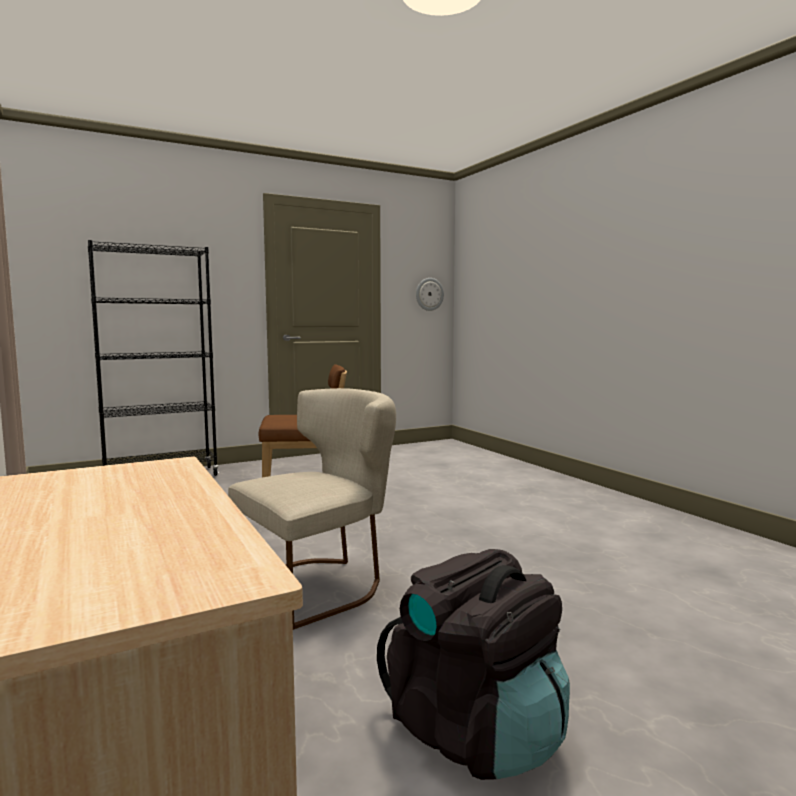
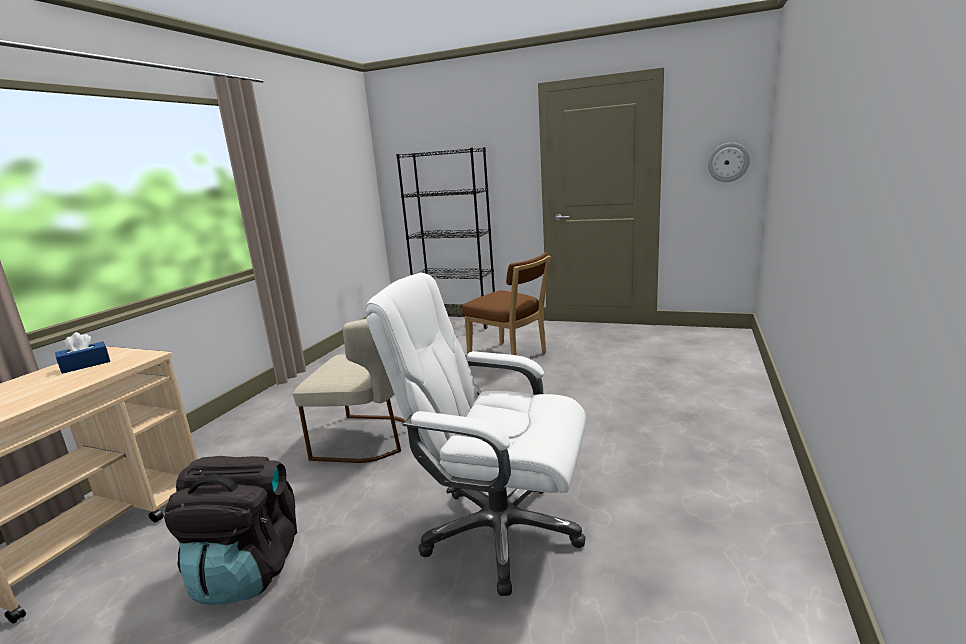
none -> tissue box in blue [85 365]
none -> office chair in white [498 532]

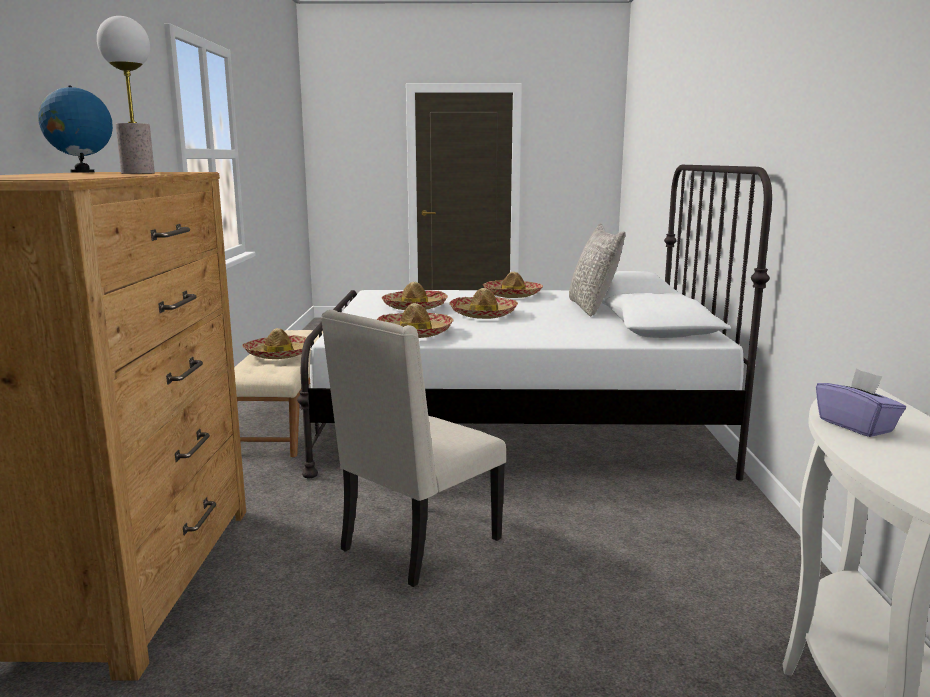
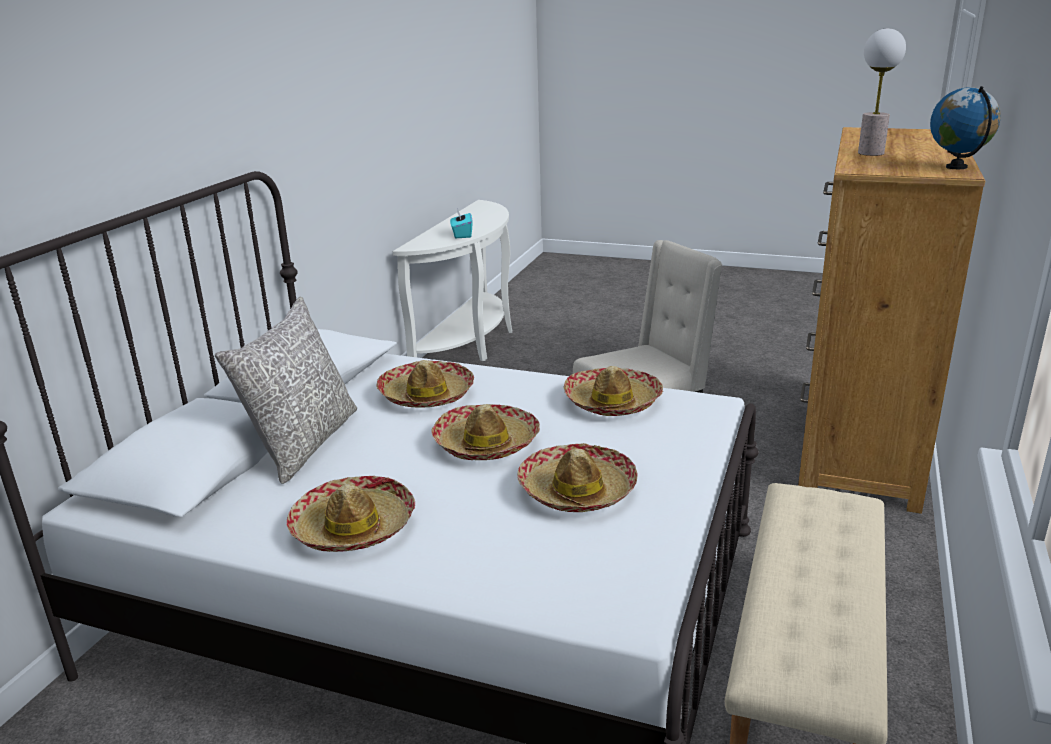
hat [279 354] -> hat [426 395], relocated
tissue box in purple [856 426] -> tissue box in turquoise [462 235]

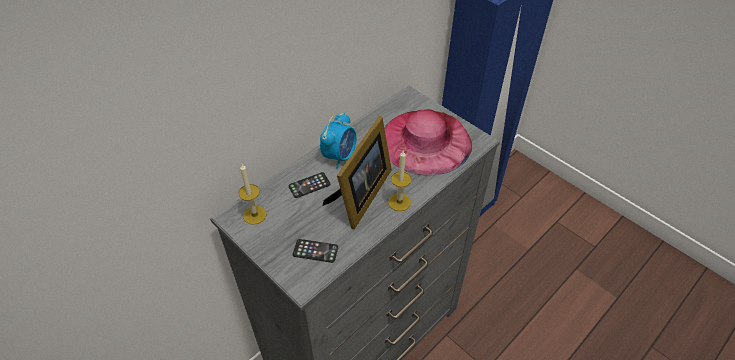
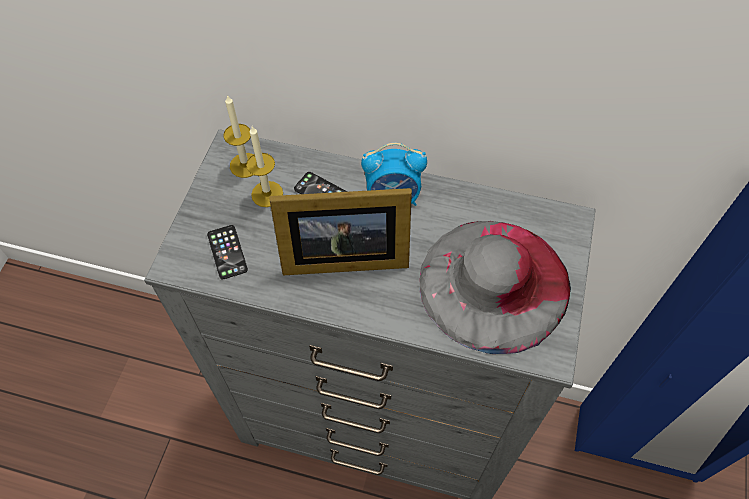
hat in pink [425 141] -> hat in grey [494 283]
candle [399 202] -> candle [267 194], relocated

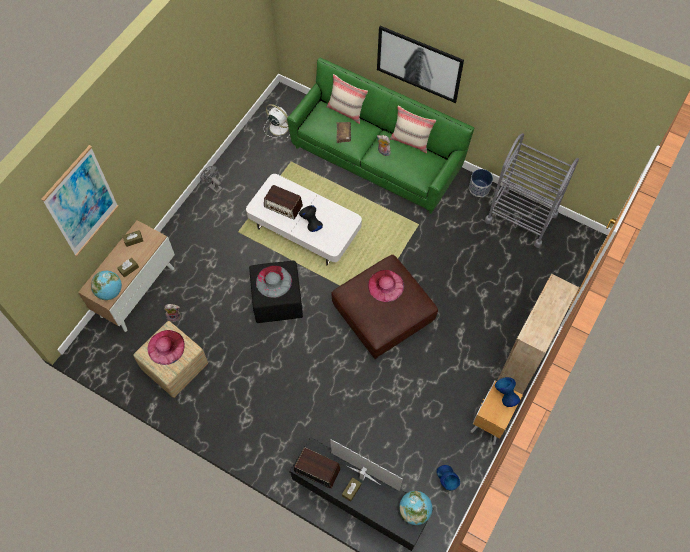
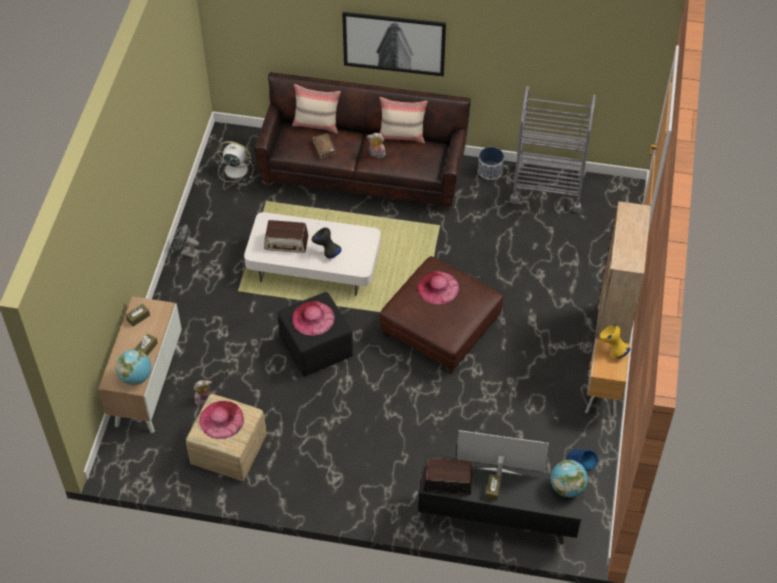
picture [81 202] -> none
hat in grey [273 281] -> hat in pink [313 318]
sofa in green [376 160] -> sofa in brown [363 173]
vase in blue [505 397] -> vase in yellow [612 351]

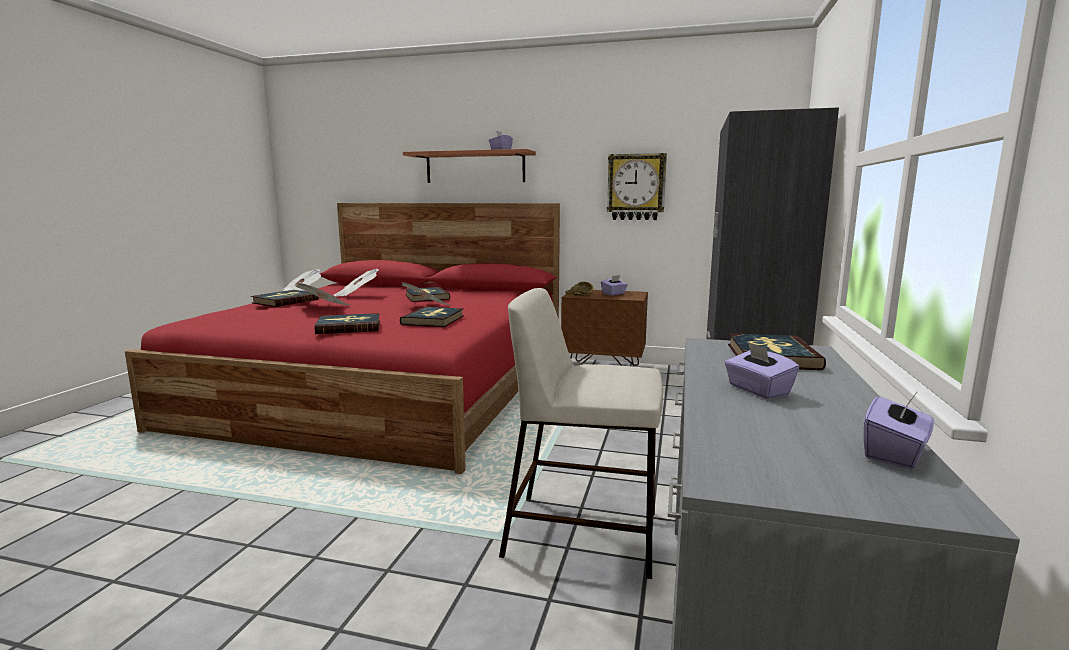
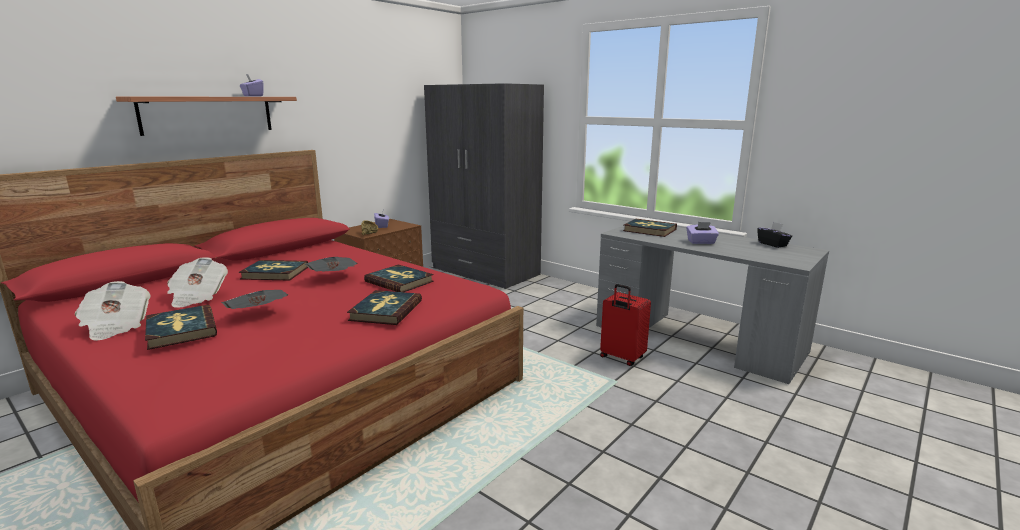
stool in beige [584 533] -> suitcase in red [621 358]
wall clock [636 187] -> none
tissue box in purple [895 453] -> tissue box in black [772 244]

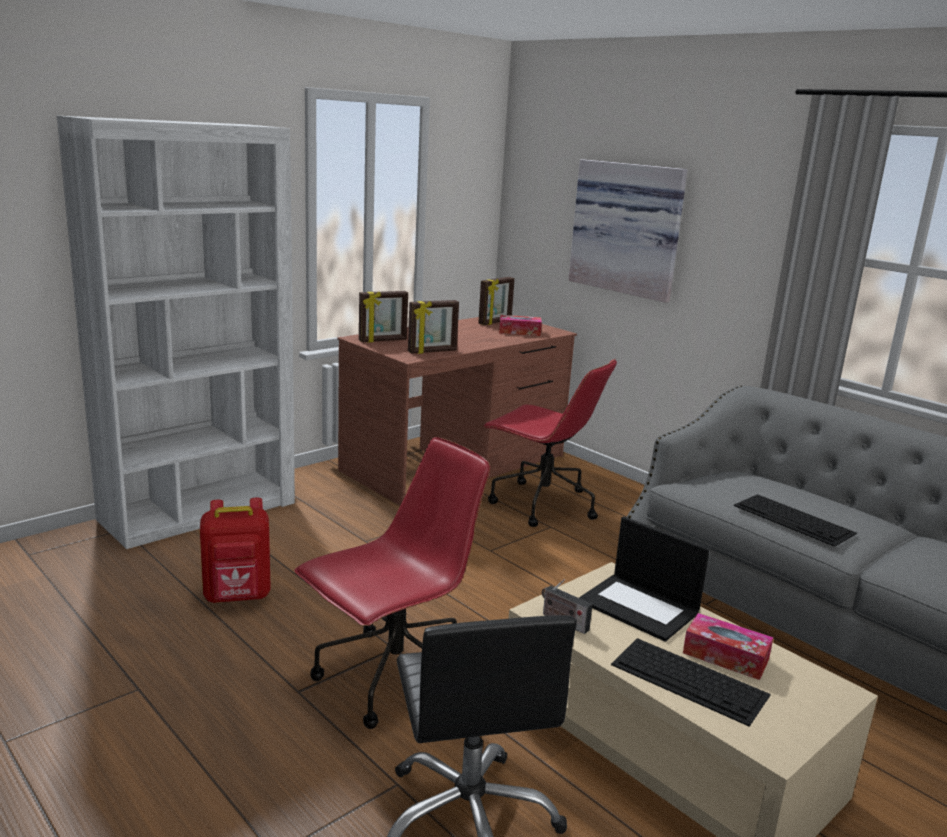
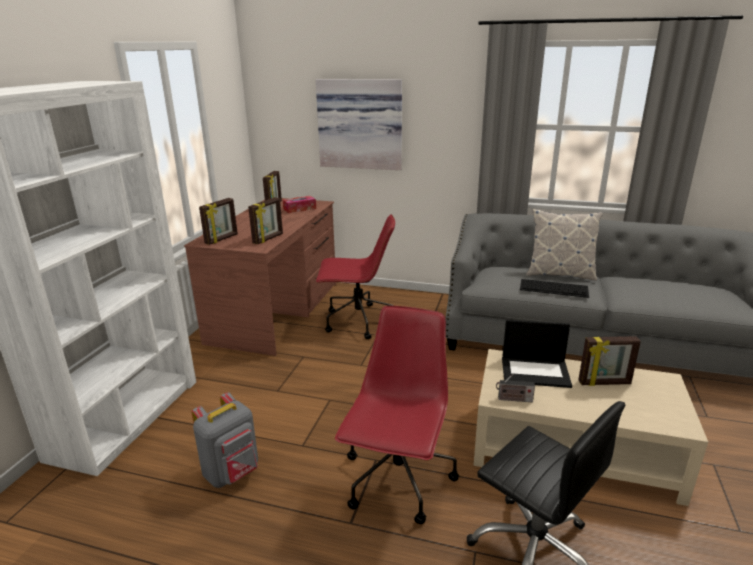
backpack in red [238 596] -> backpack in grey [232 473]
keyboard [690 680] -> none
tissue box [725 656] -> picture frame [604 383]
none -> pillow [559 274]

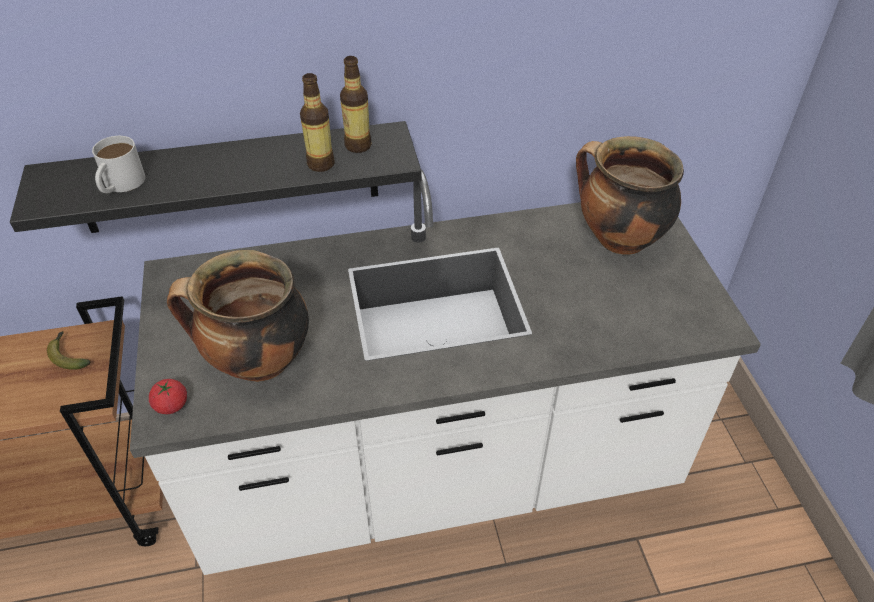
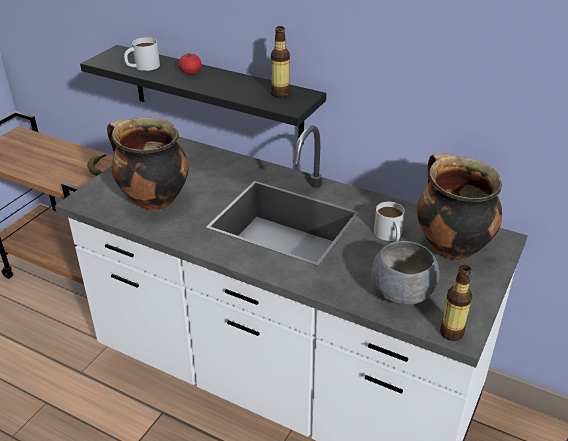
tomato [171 405] -> tomato [190 72], relocated
bottle [321 164] -> bottle [451 333], relocated
none -> bowl in grey [402 292]
none -> mug in white [389 235]

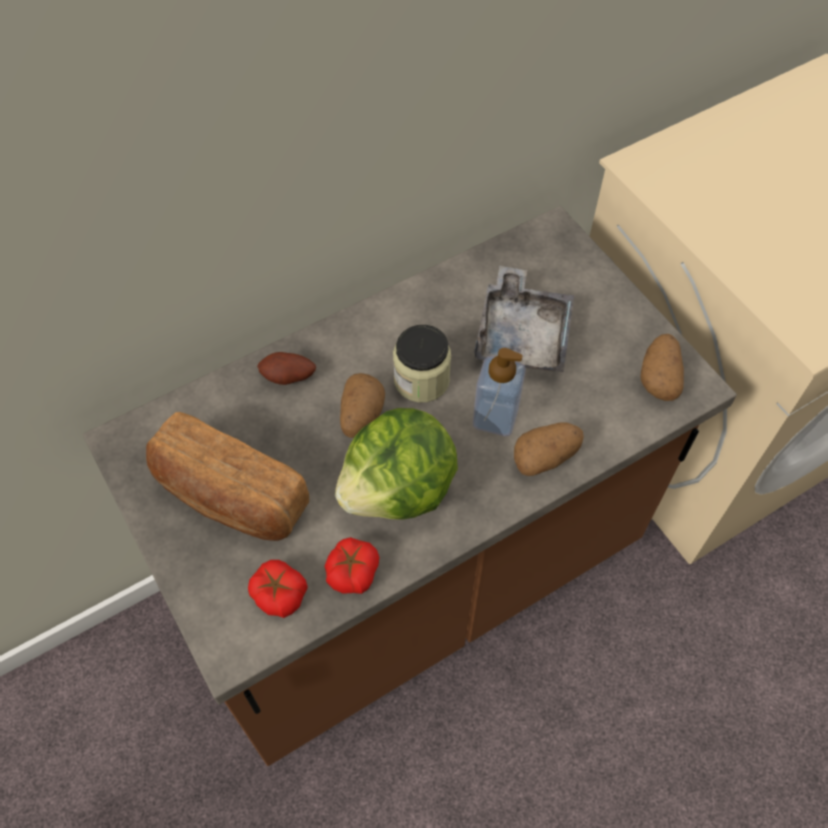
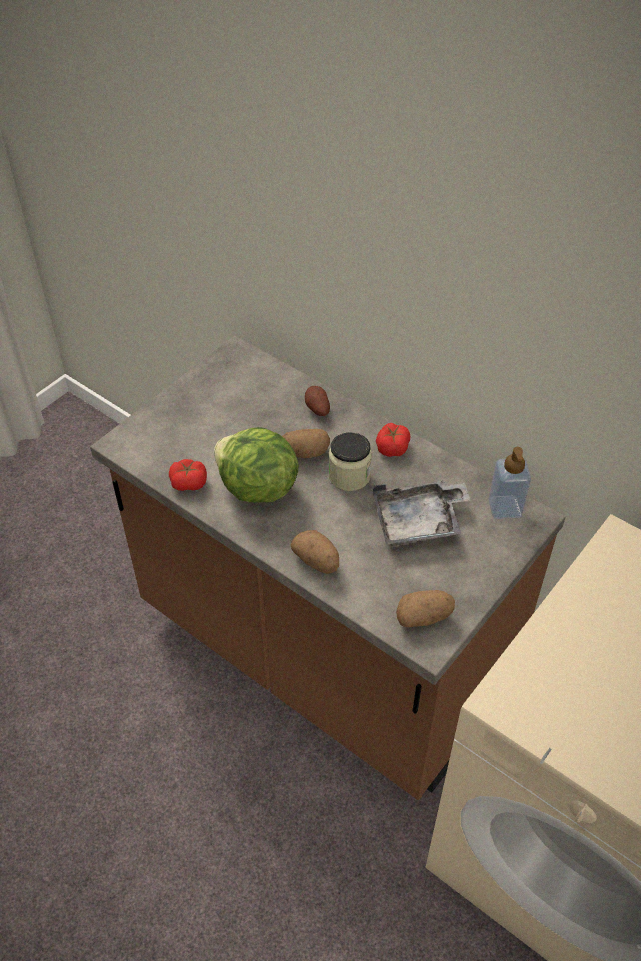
bread [230 495] -> none
tomato [279 594] -> tomato [392 447], relocated
soap dispenser [495 417] -> soap dispenser [505 508], relocated

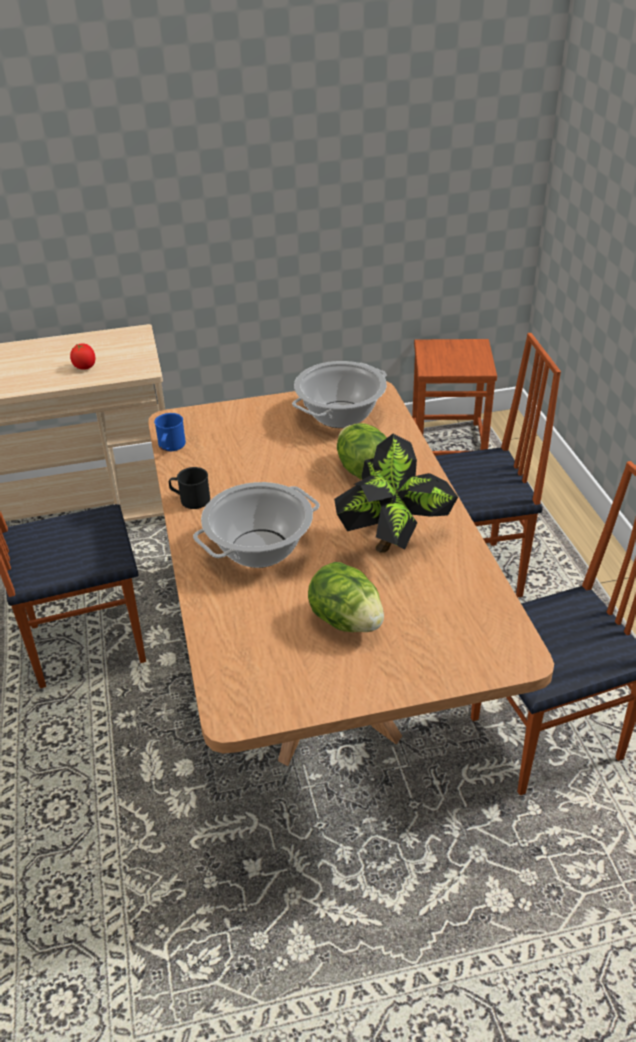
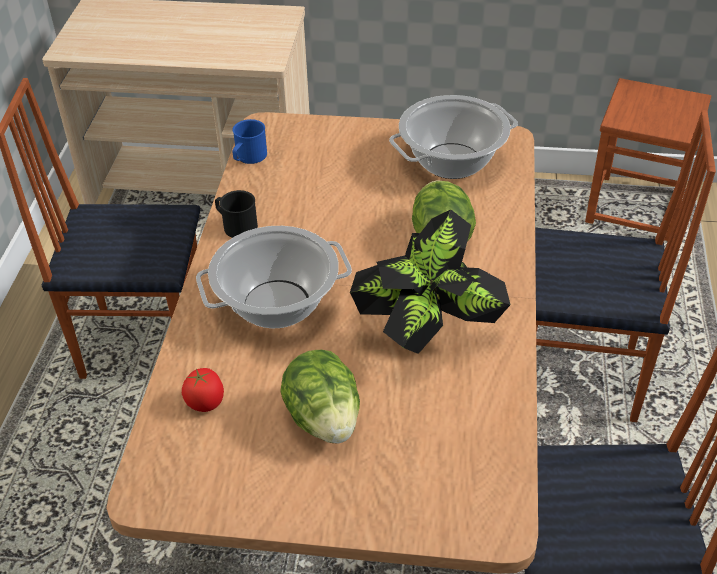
tomato [85 367] -> tomato [205 402], relocated

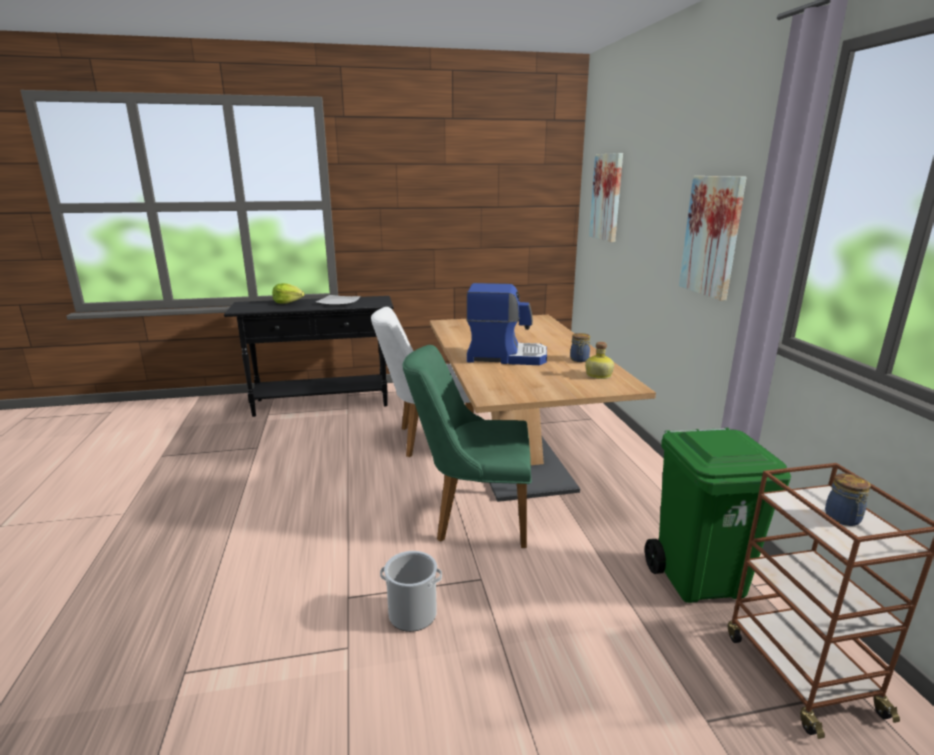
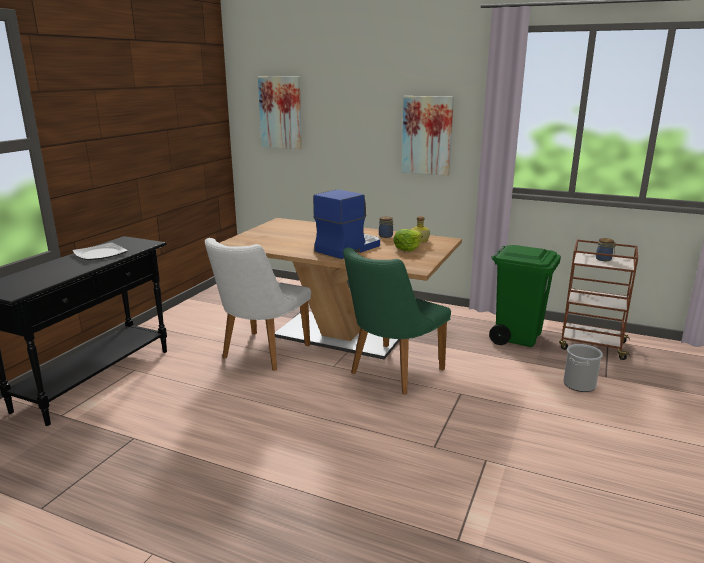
lettuce [288 302] -> lettuce [407 248], relocated
bucket [412 614] -> bucket [579 384], relocated

